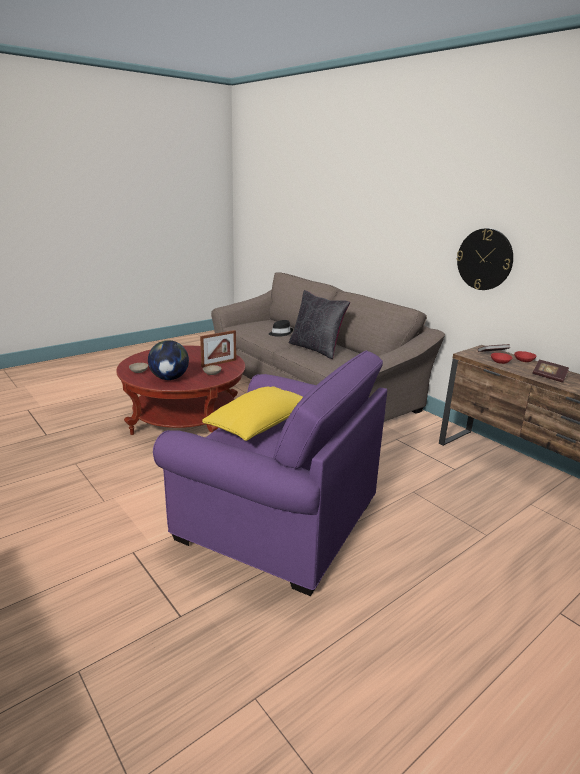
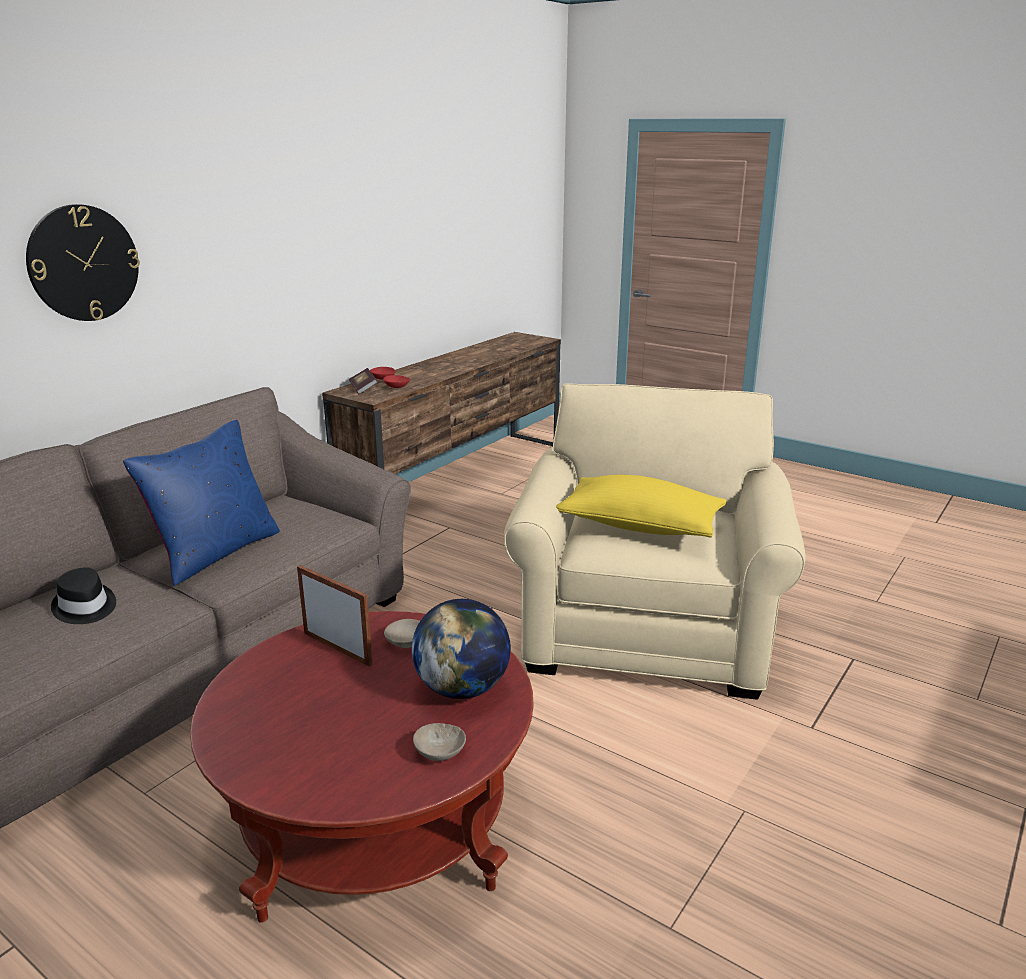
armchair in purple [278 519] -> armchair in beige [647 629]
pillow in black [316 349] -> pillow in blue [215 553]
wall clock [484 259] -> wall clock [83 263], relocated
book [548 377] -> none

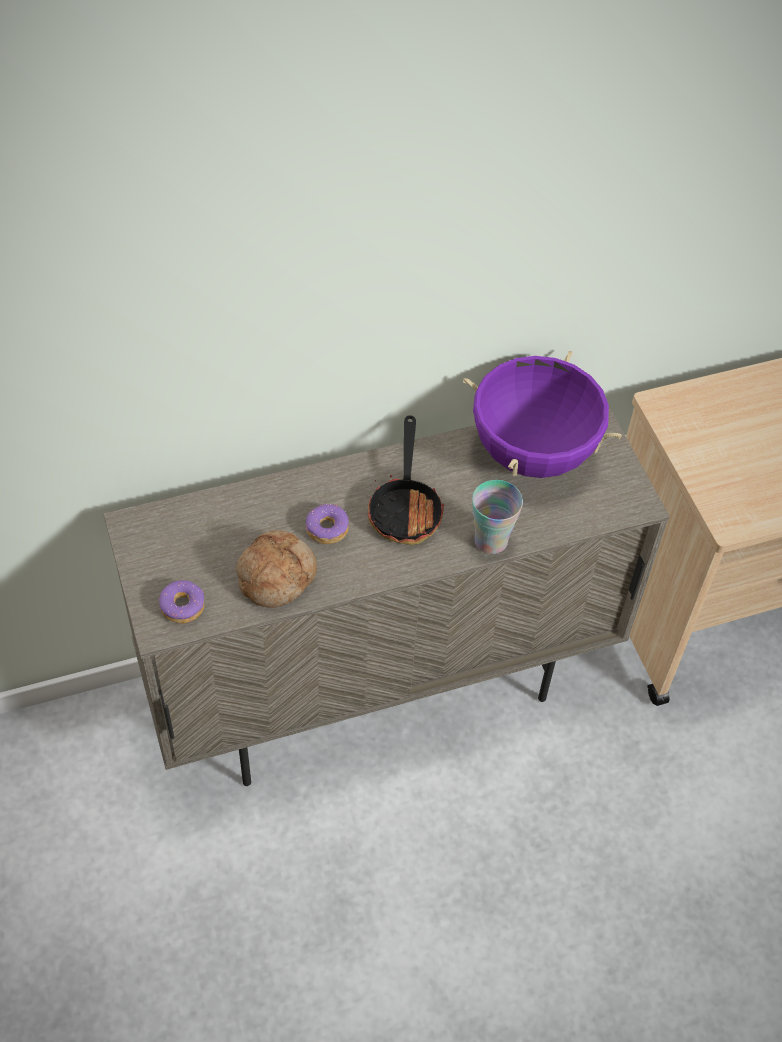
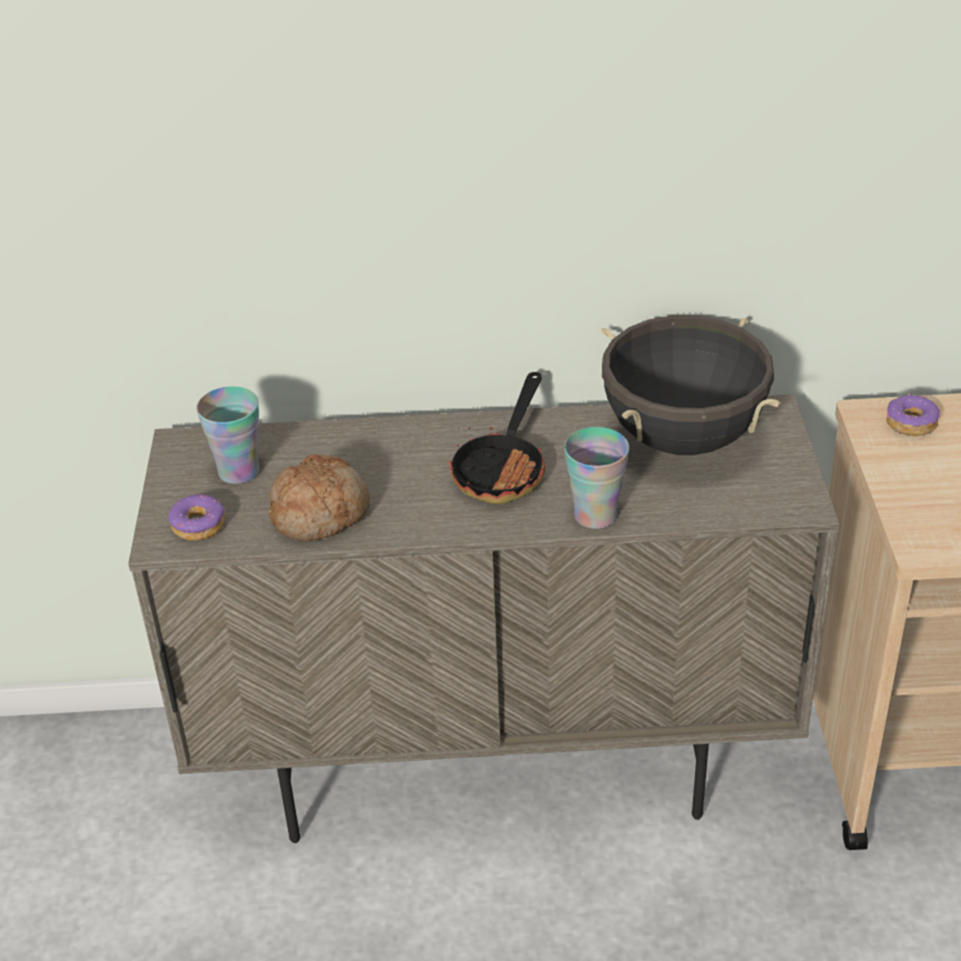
donut [326 529] -> donut [910 423], relocated
cooking pot in purple [532 452] -> cooking pot in black [682 437]
none -> cup [239 471]

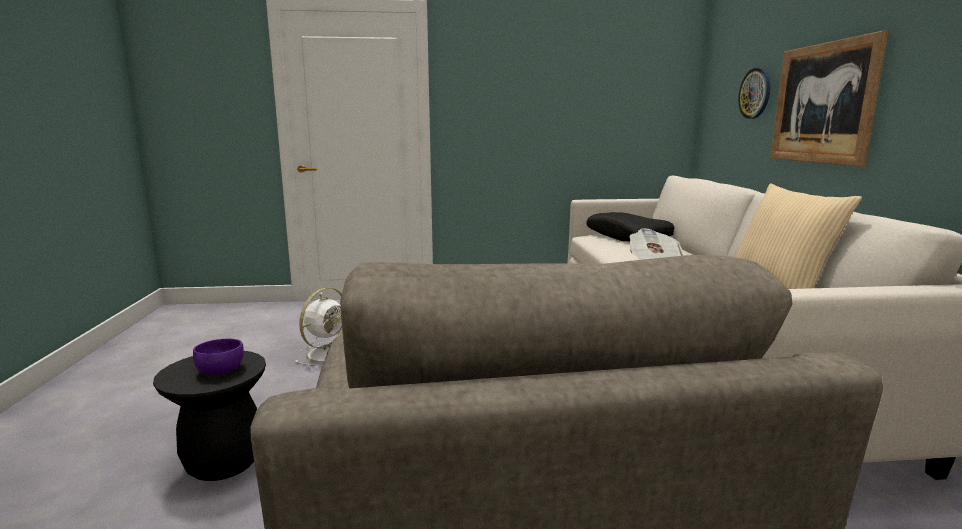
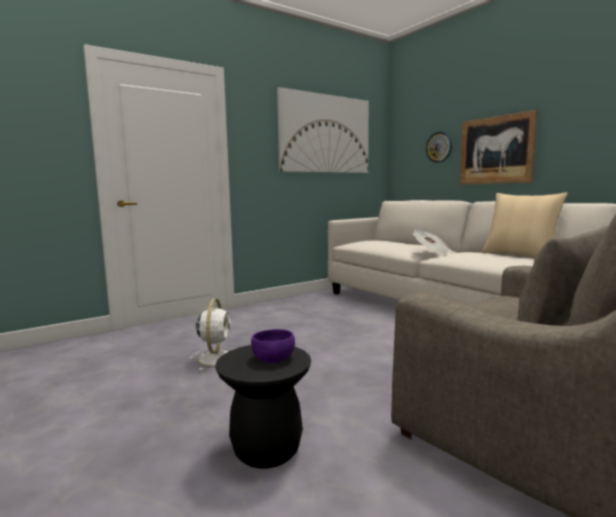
pillow in black [628 237] -> none
none -> picture [325 134]

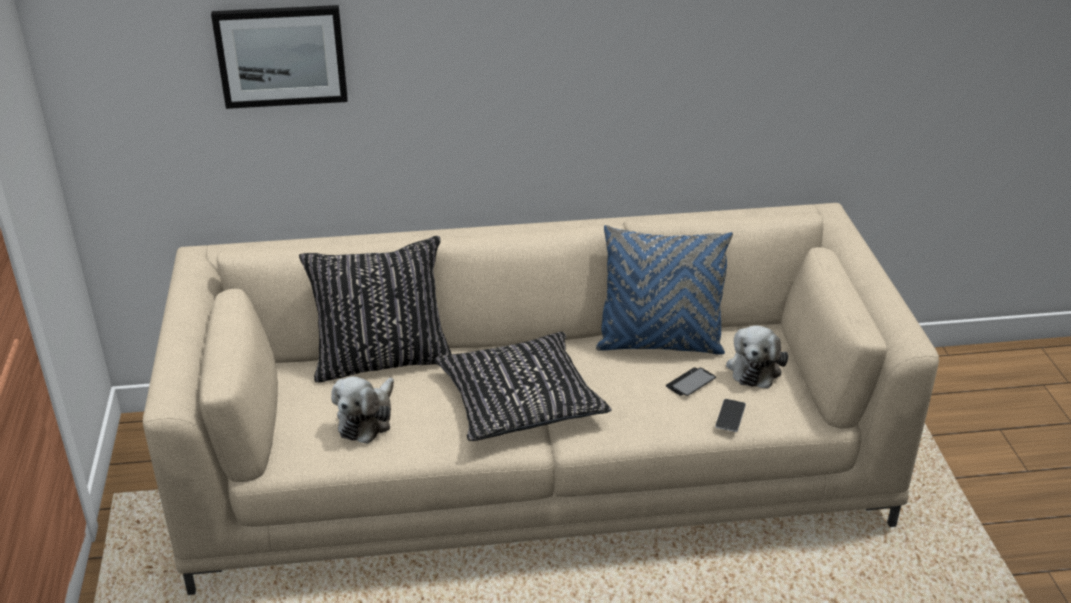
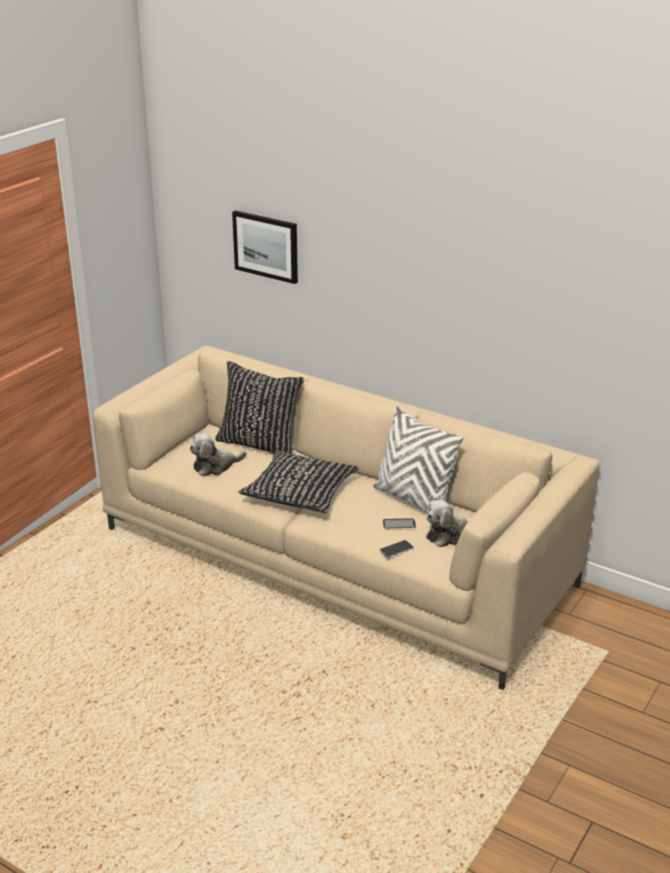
pillow in blue [659 343] -> pillow in white [413 499]

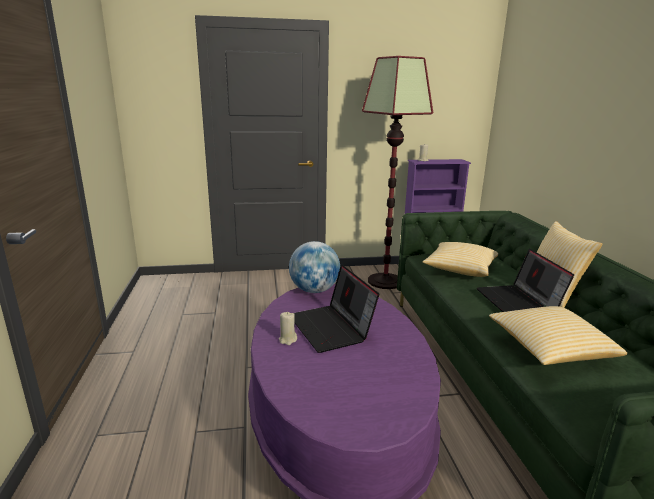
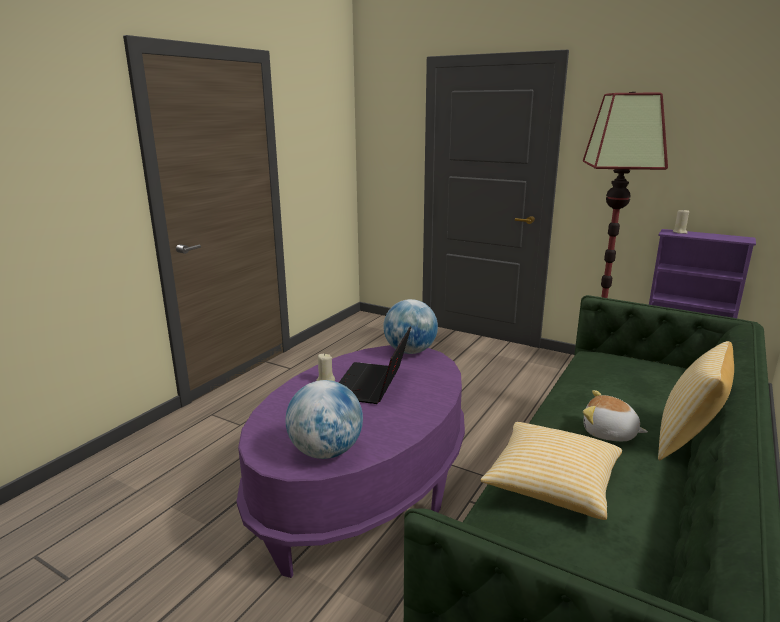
pillow [460 269] -> none
laptop [519 303] -> plush toy [609 433]
none -> globe [326 452]

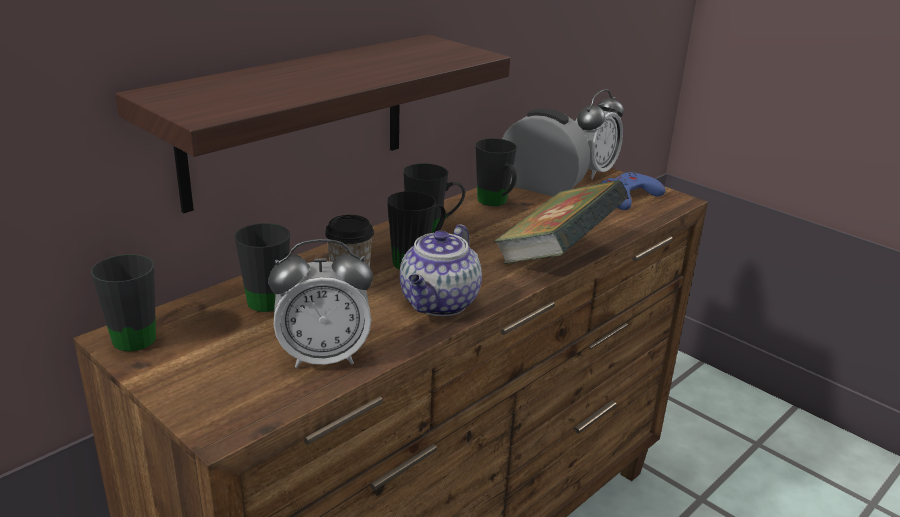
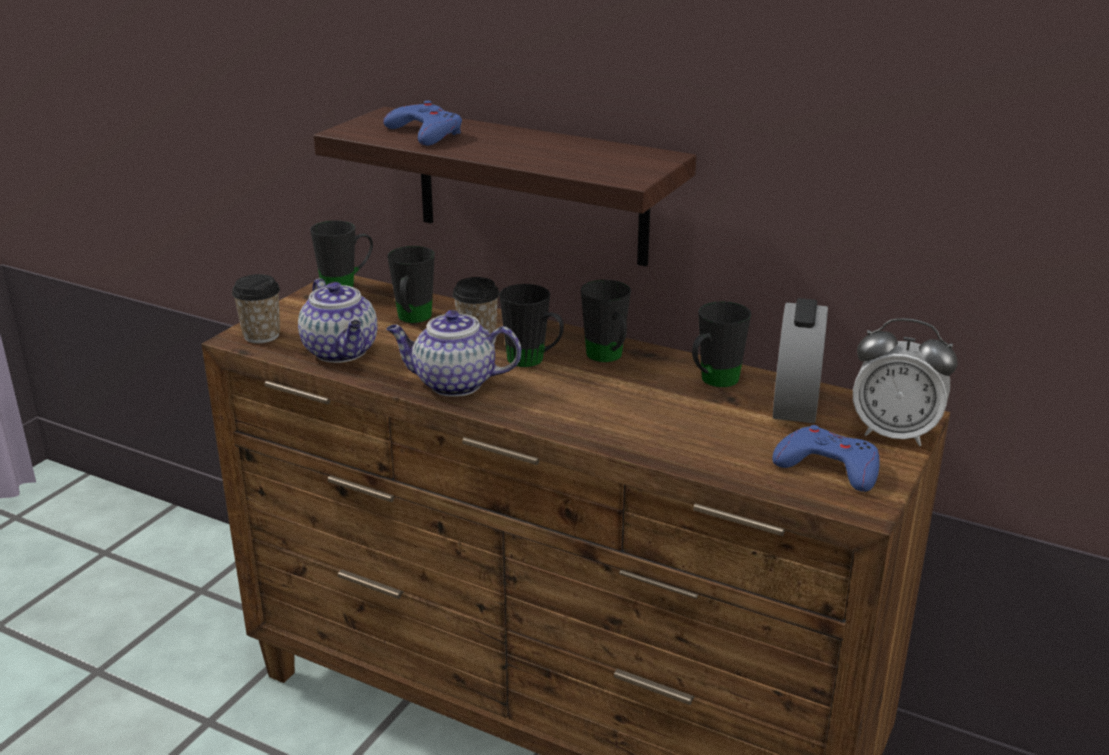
alarm clock [324 357] -> teapot [342 352]
book [556 256] -> none
none -> cup [261 335]
none -> game controller in blue [425 133]

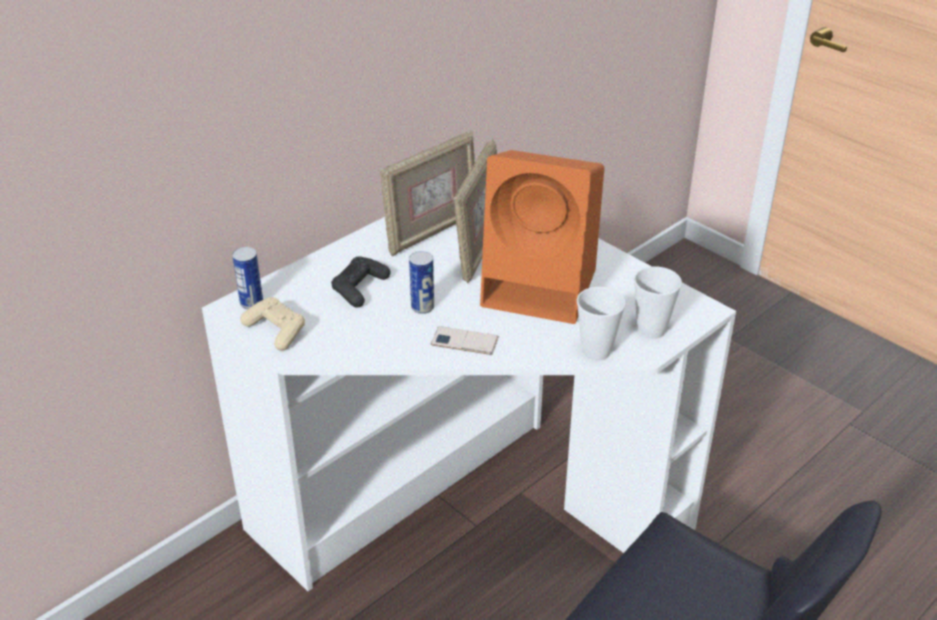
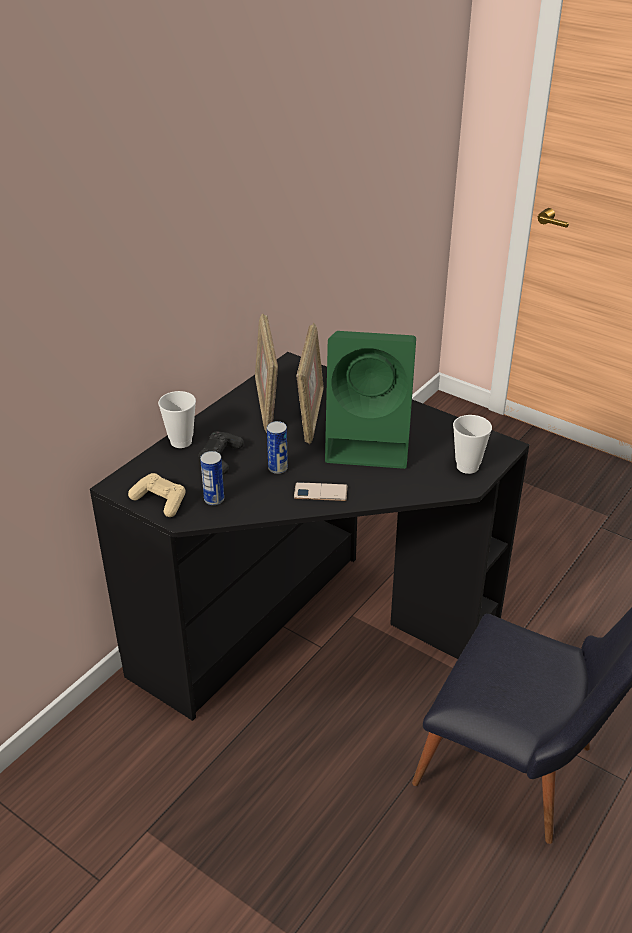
desk in white [466 504] -> desk in black [309 631]
can [251 303] -> can [214 499], relocated
picture frame [431 232] -> picture frame [267 405], 135 degrees clockwise
speaker in orange [542 288] -> speaker in green [371 442]
cup [596 351] -> cup [181 441], relocated

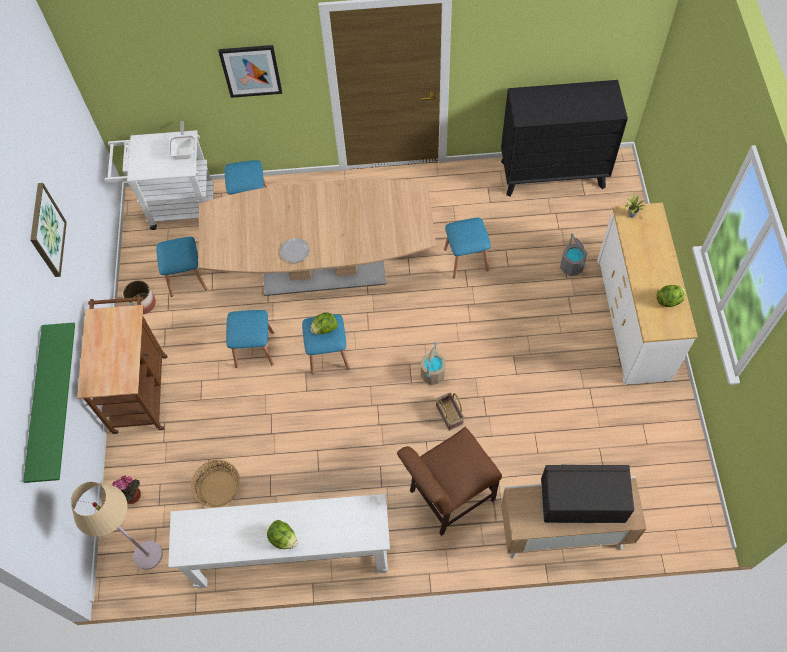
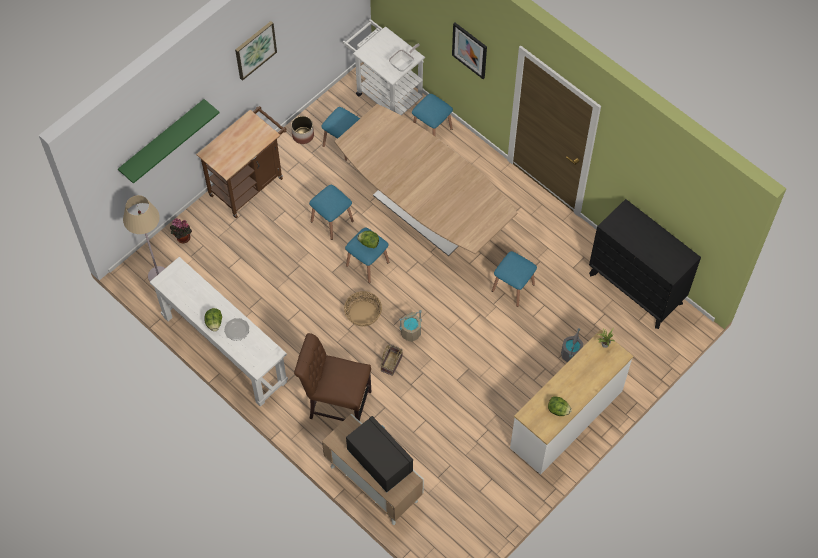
basket [219 488] -> basket [363 314], relocated
plate [295 251] -> plate [237 330], relocated

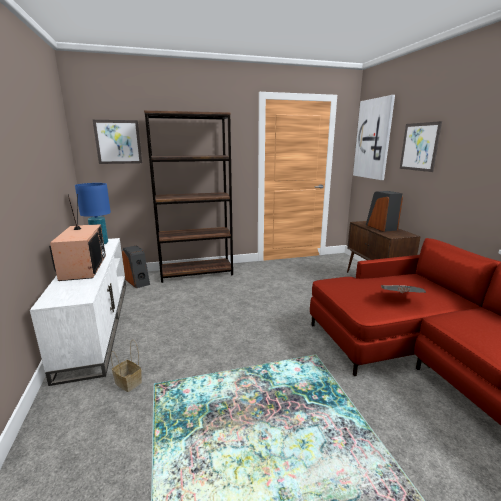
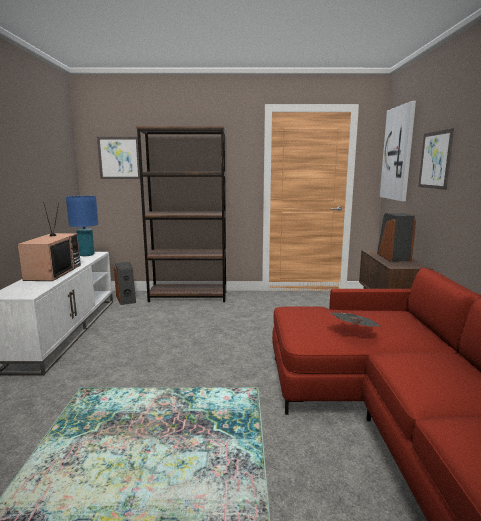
basket [129 382] -> none

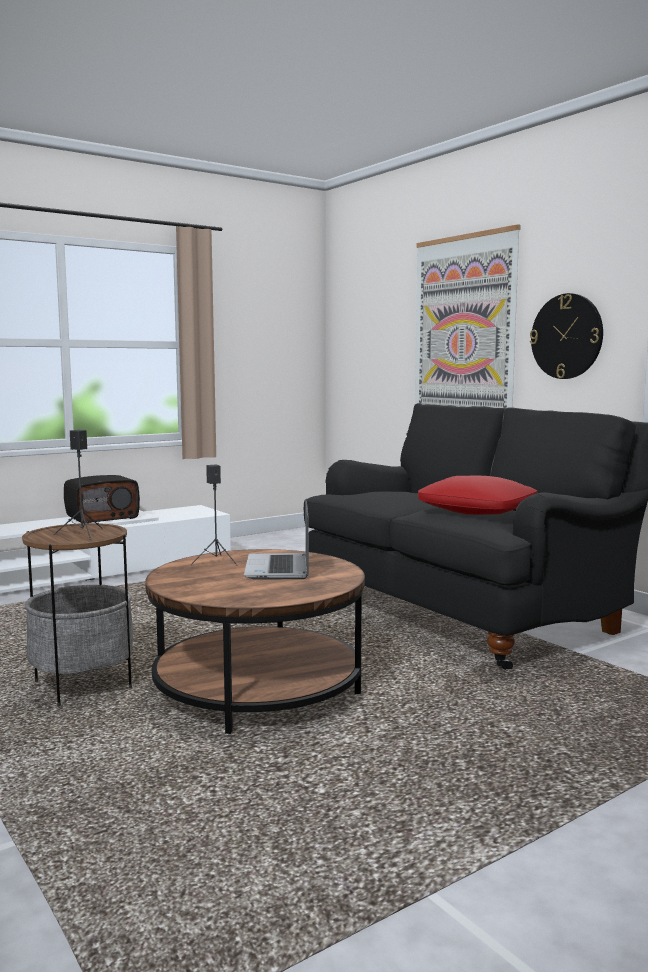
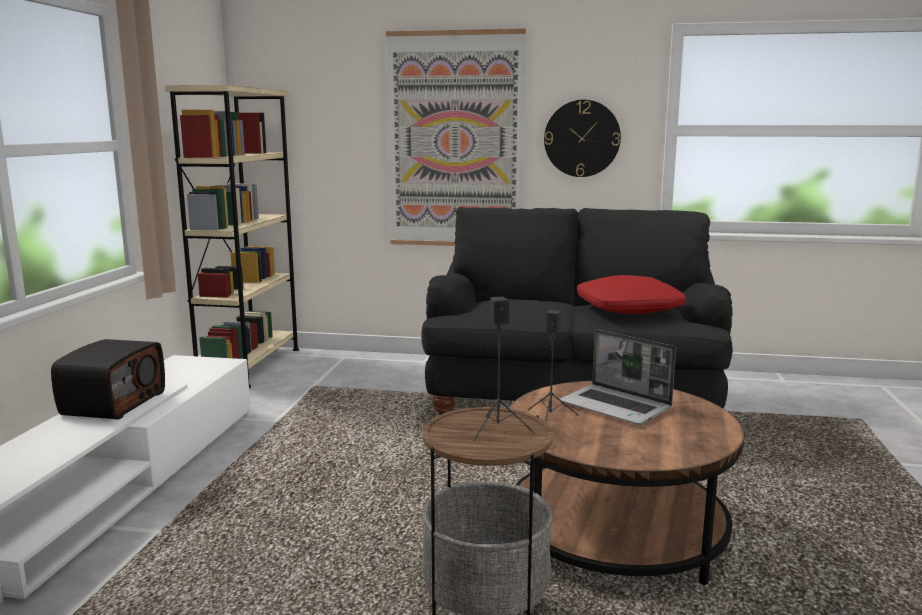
none -> bookcase in beige [250 366]

